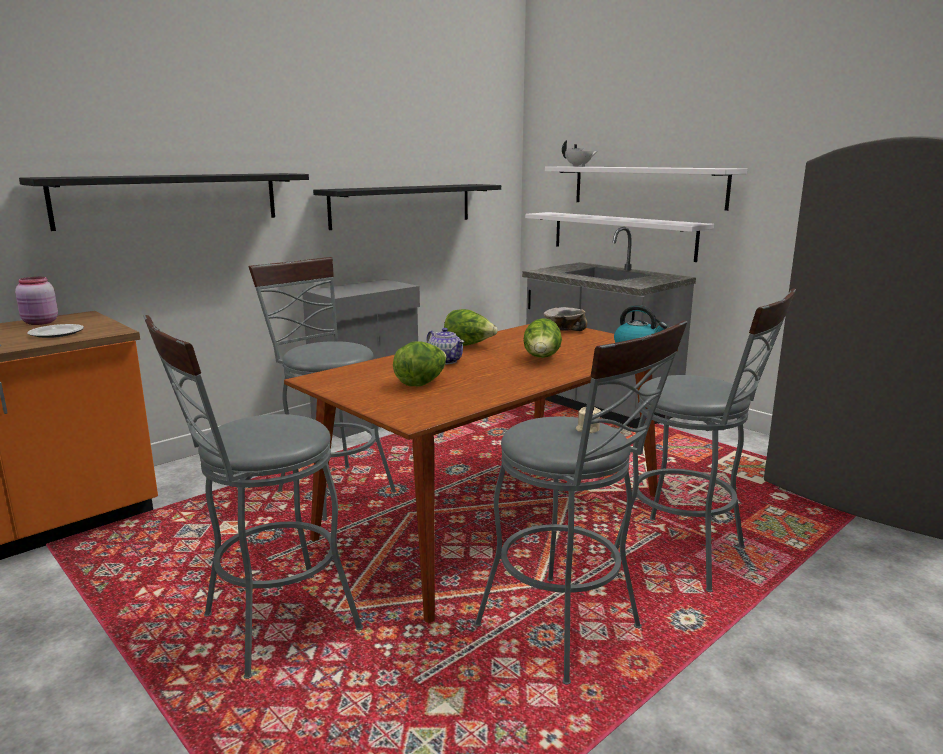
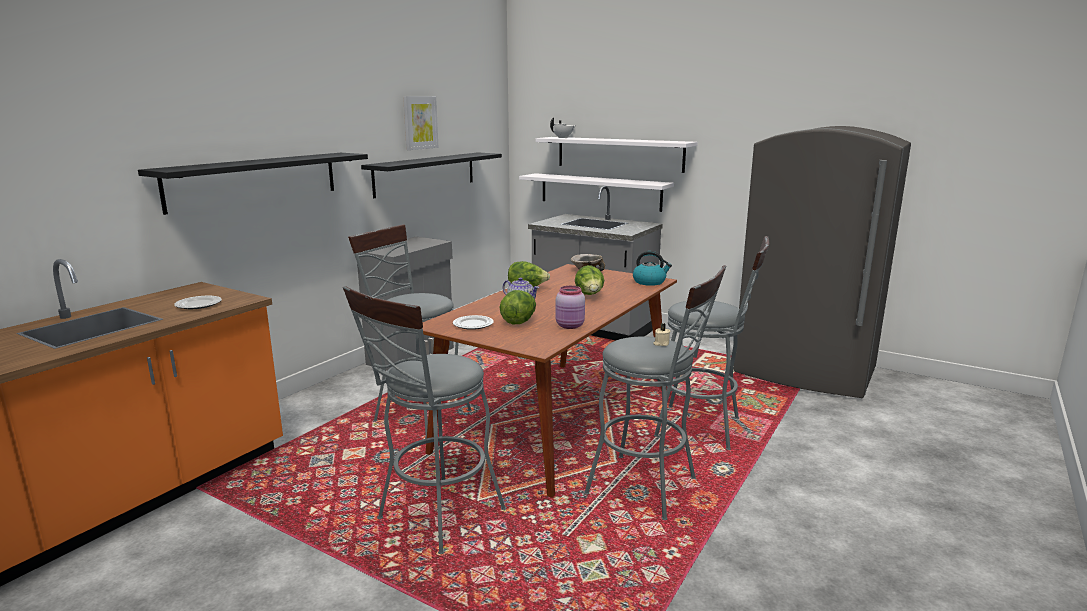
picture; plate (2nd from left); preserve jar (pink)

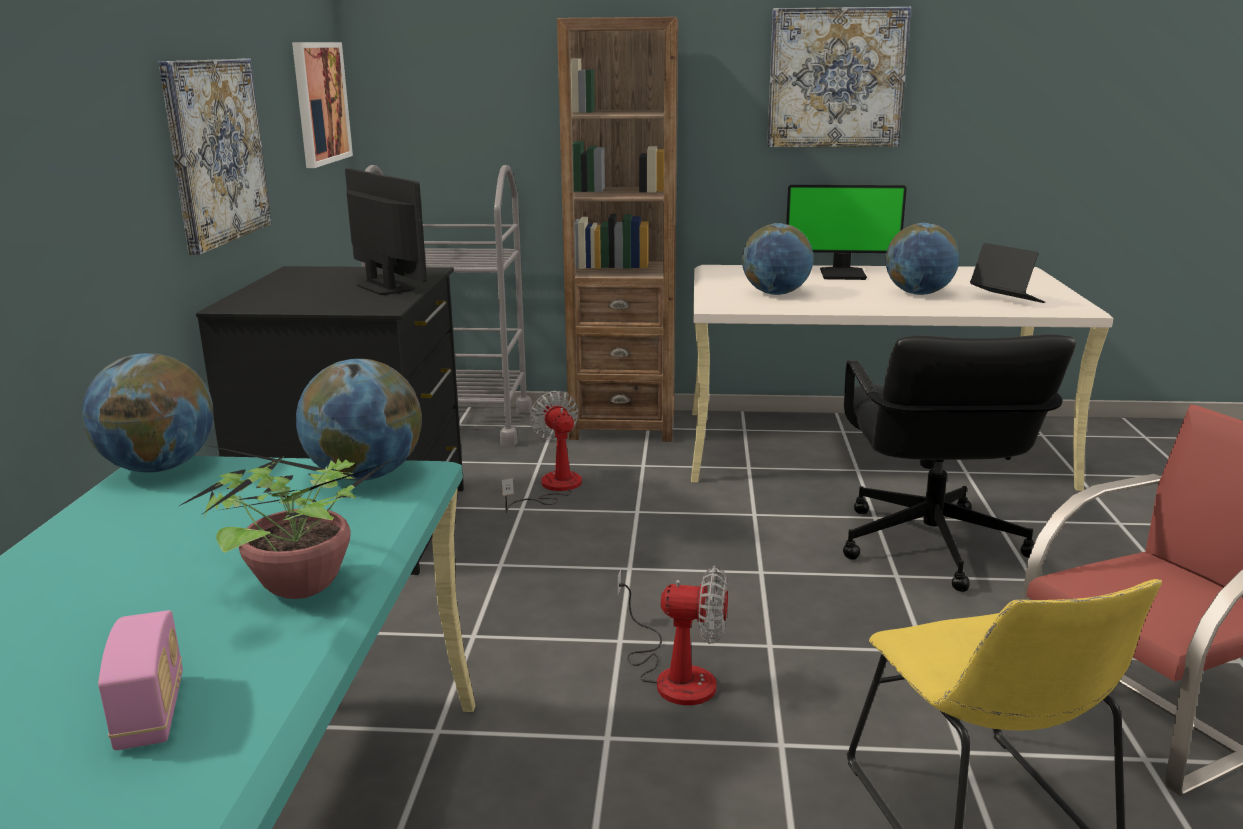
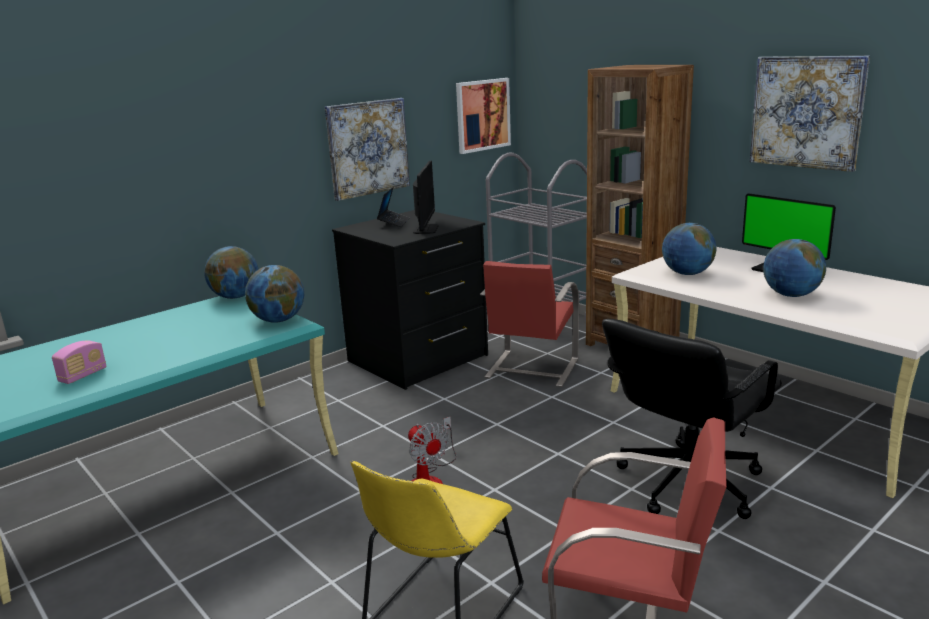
potted plant; portable computer; upright chair (red) (1st from left)

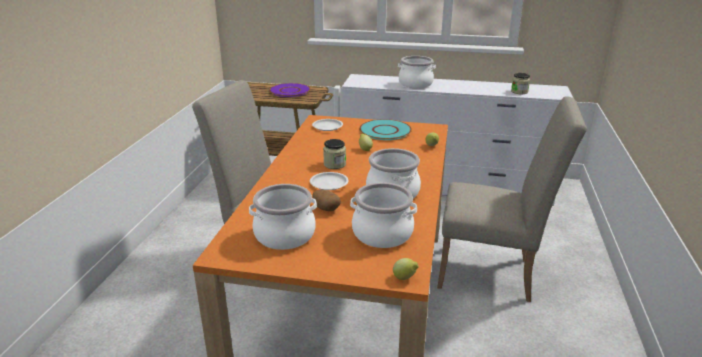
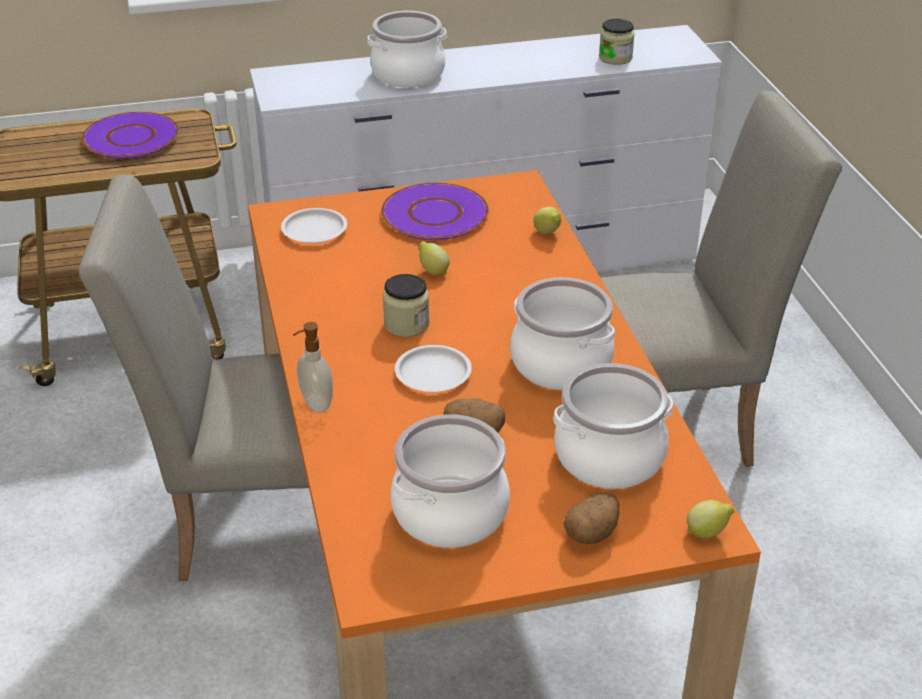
liquid soap bottle; potato (2nd from left); plate (purplish) (2nd from left)

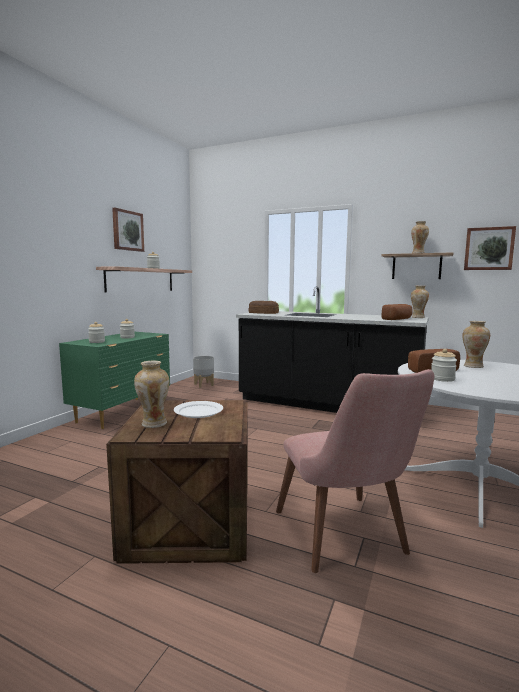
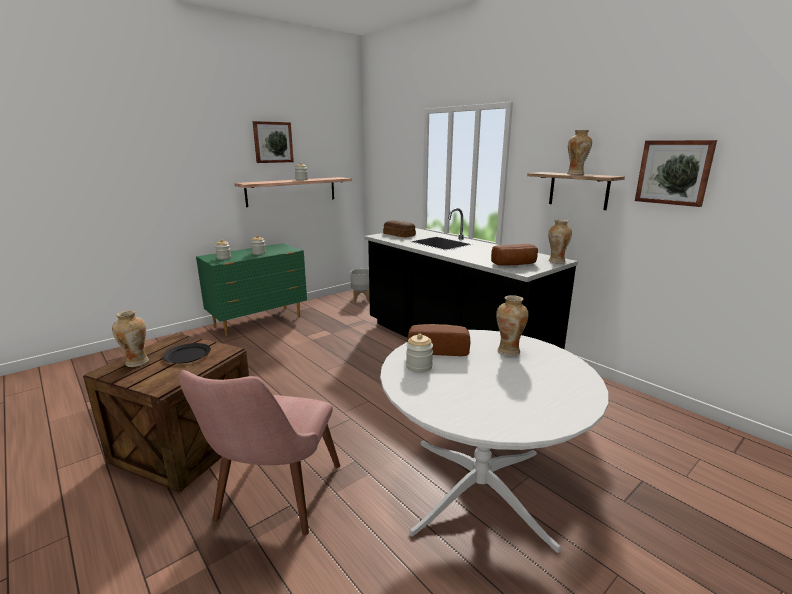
plate (blackish)

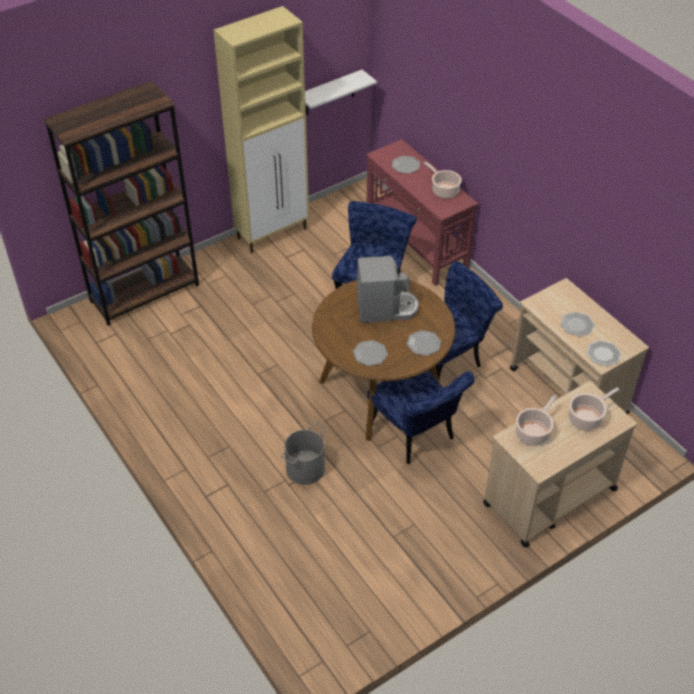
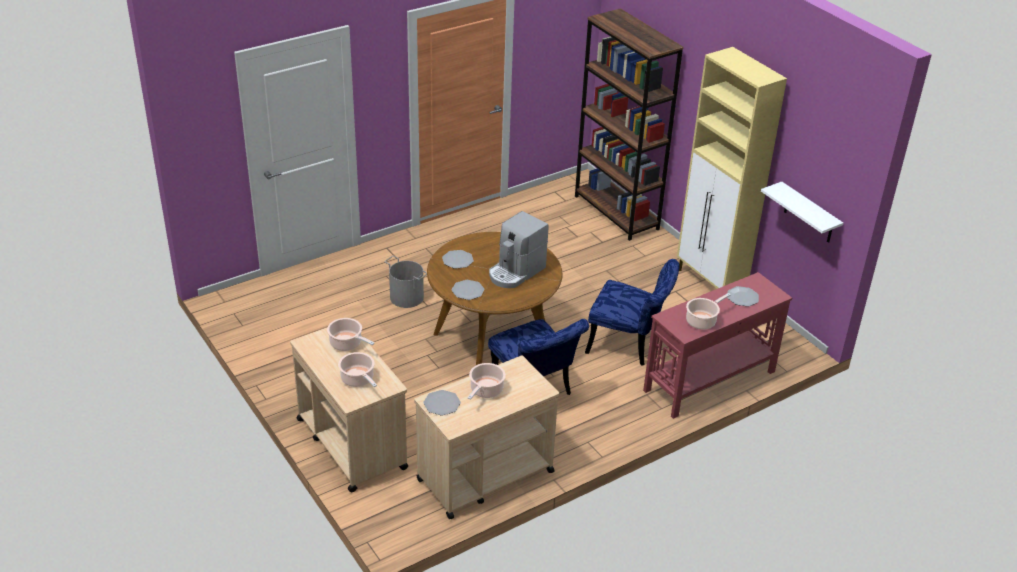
upright chair (blue) (2nd from left in the first image); stockpot (3rd from left); coffee machine

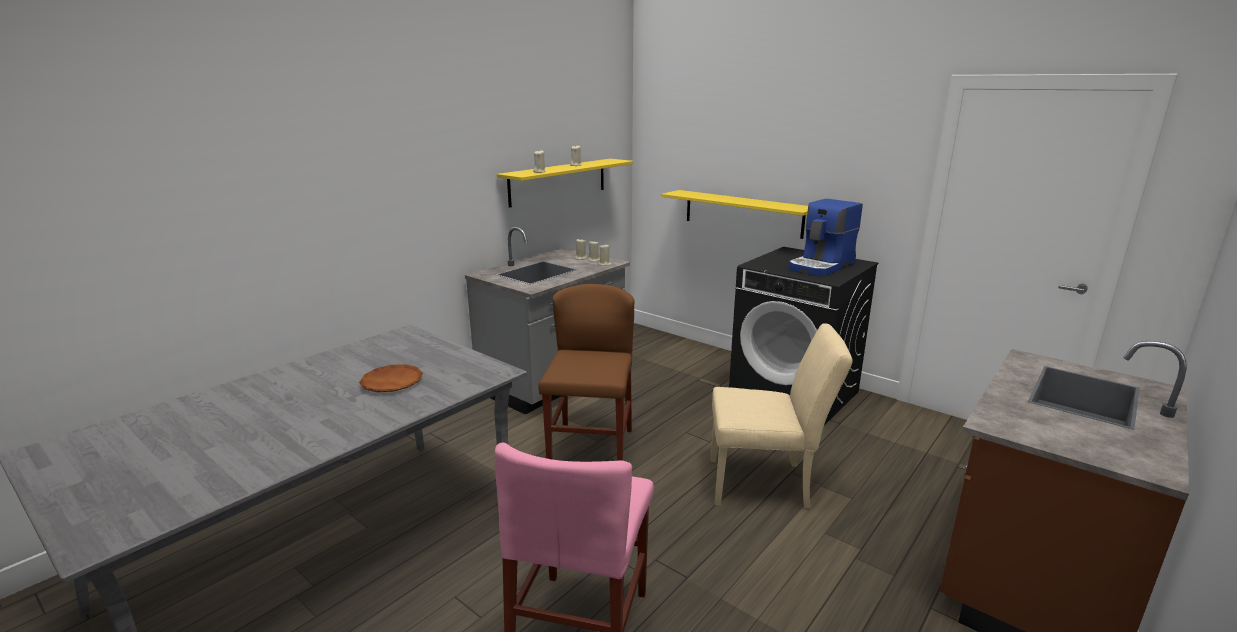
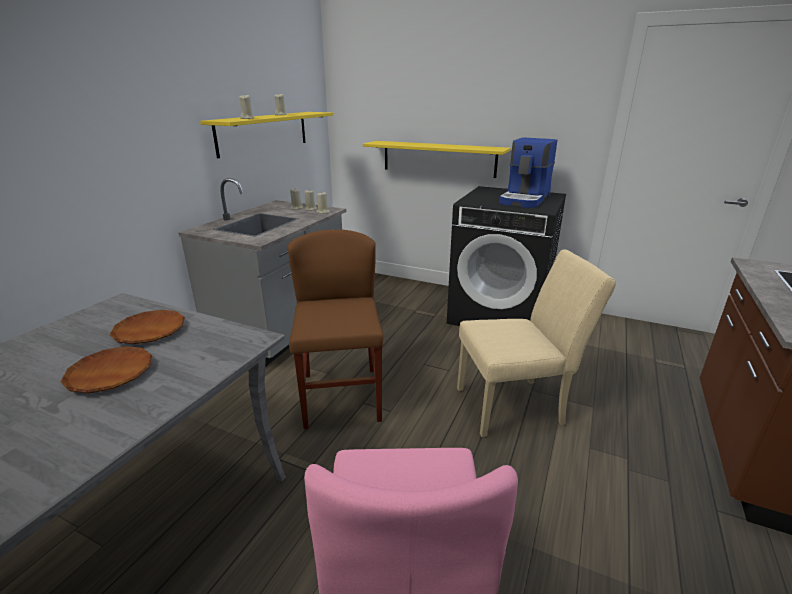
plate (brownish) (2nd from left)

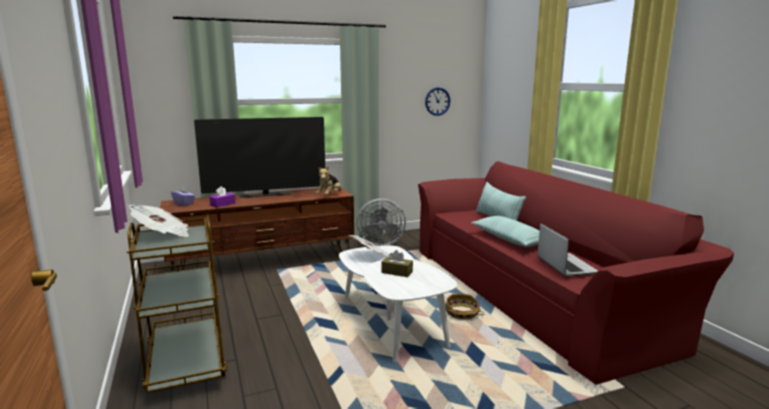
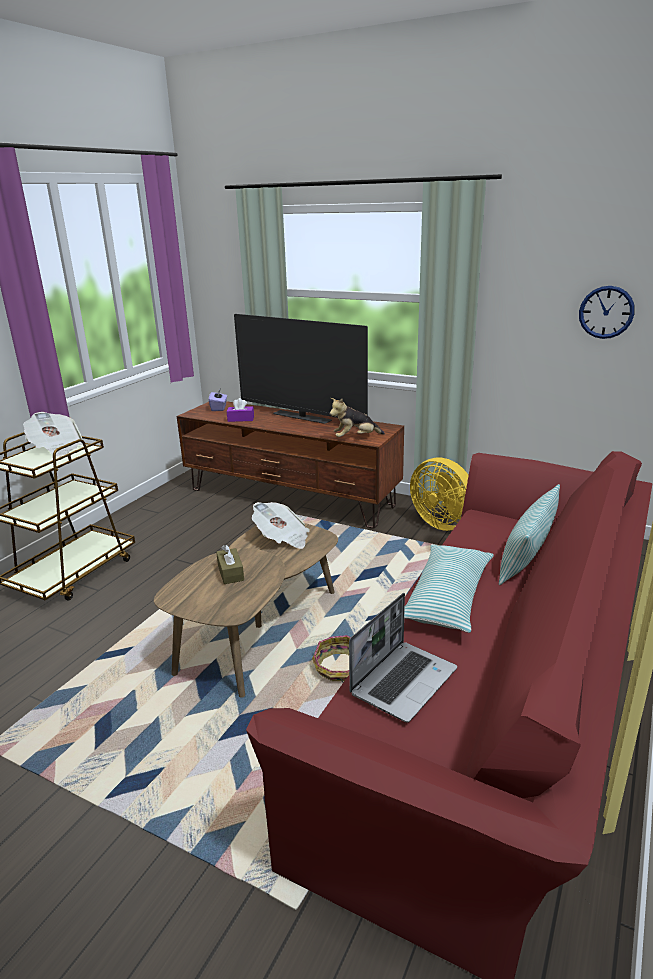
coffee table (brownish); cooling fan (yellowish)

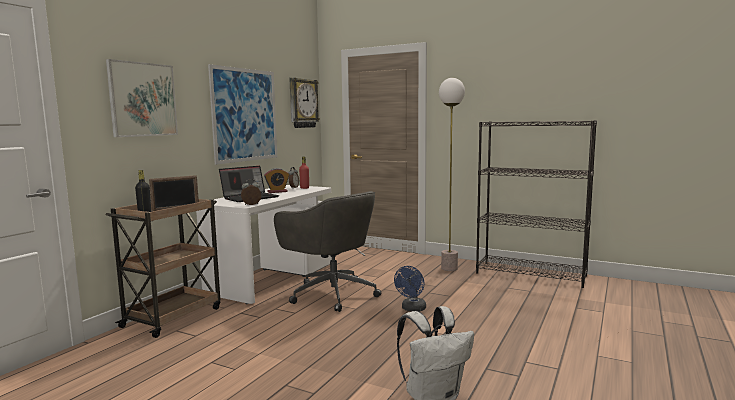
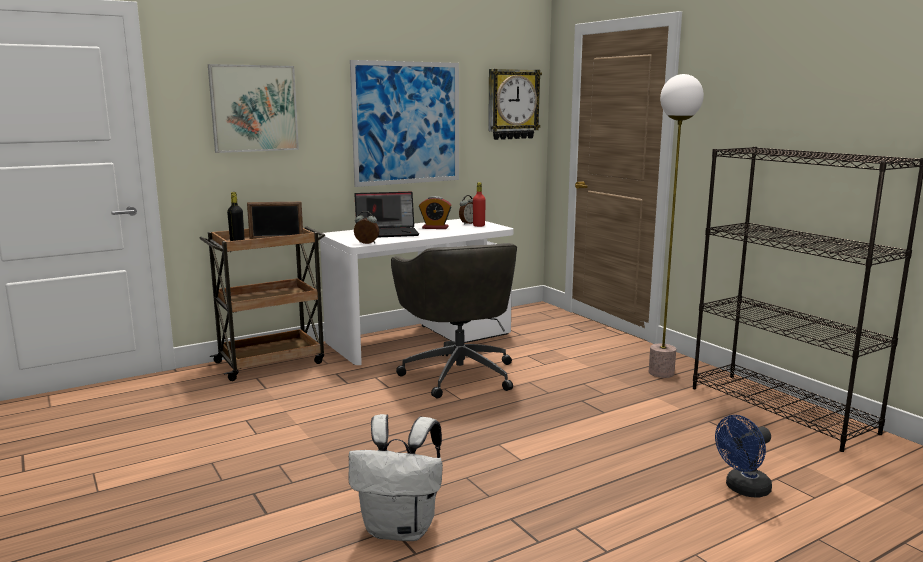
cooling fan (blue)

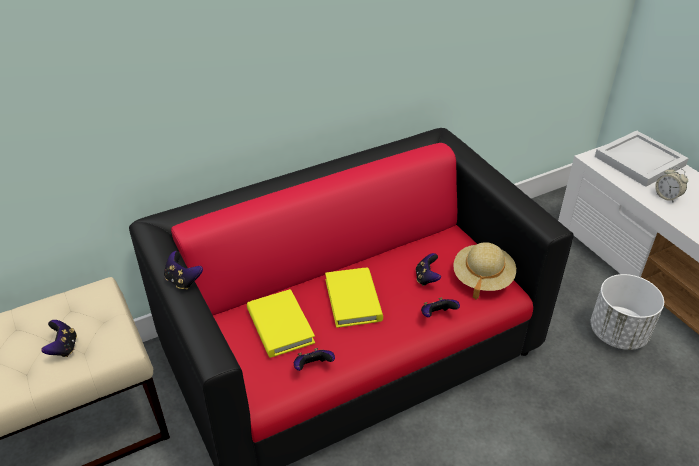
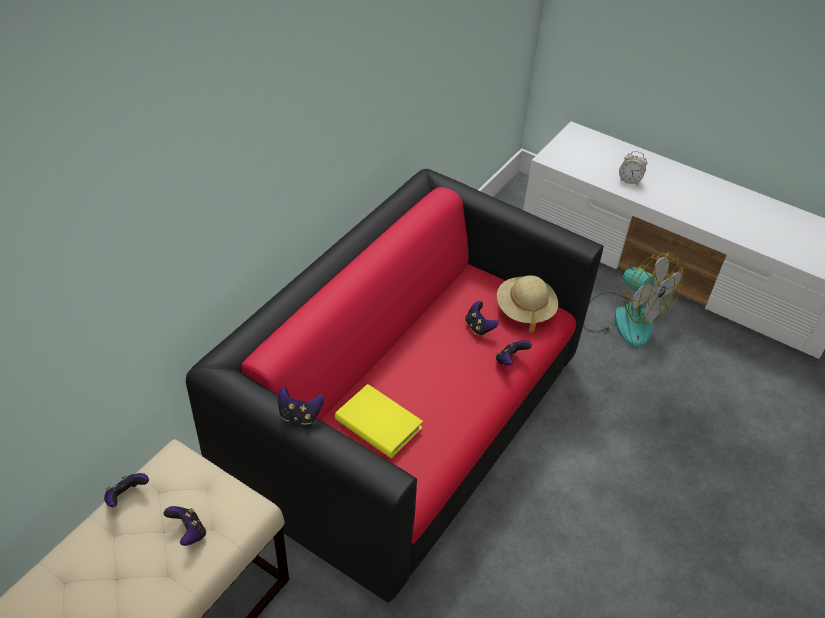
book (yellowish) (2nd from left in the first image); carrying tray (whitish); game controller (1st from left); cooling fan

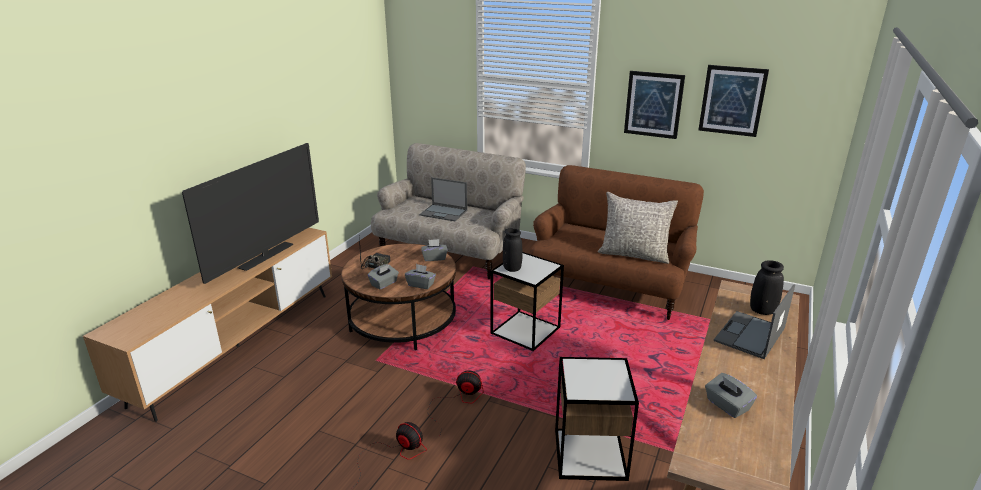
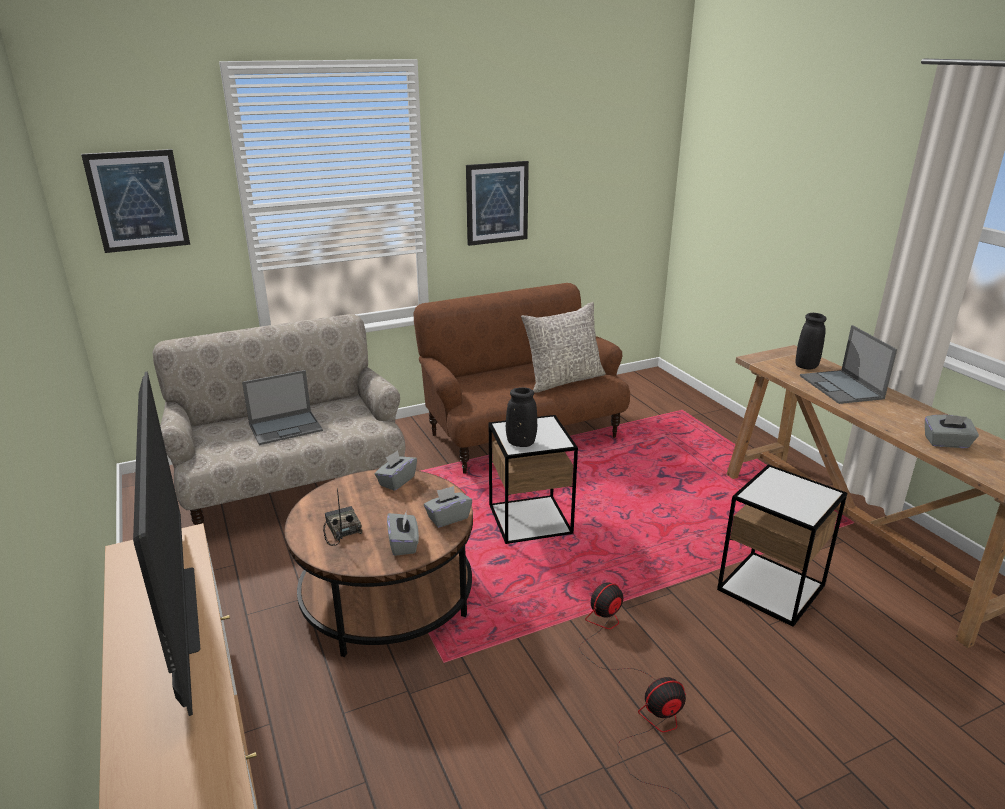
picture (1st from left)

